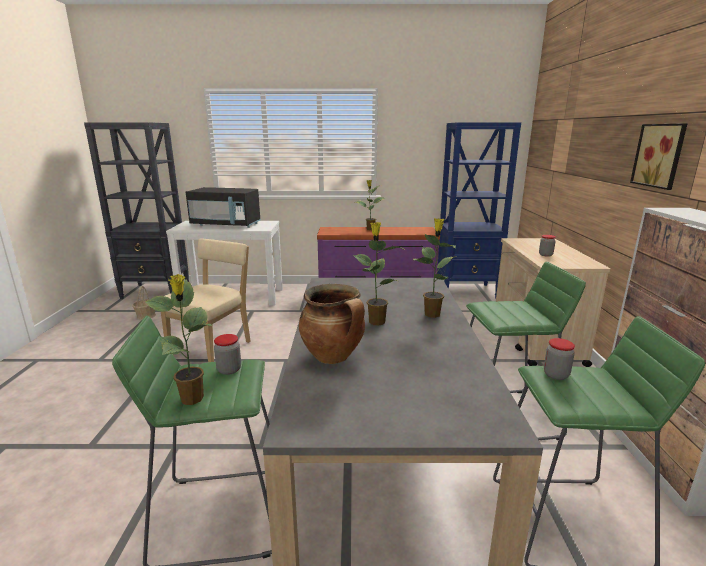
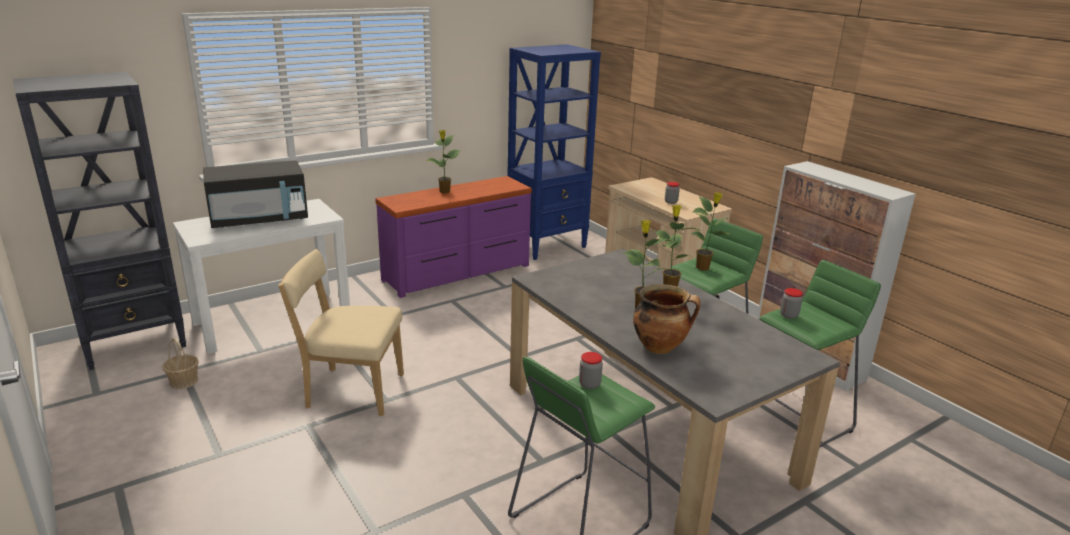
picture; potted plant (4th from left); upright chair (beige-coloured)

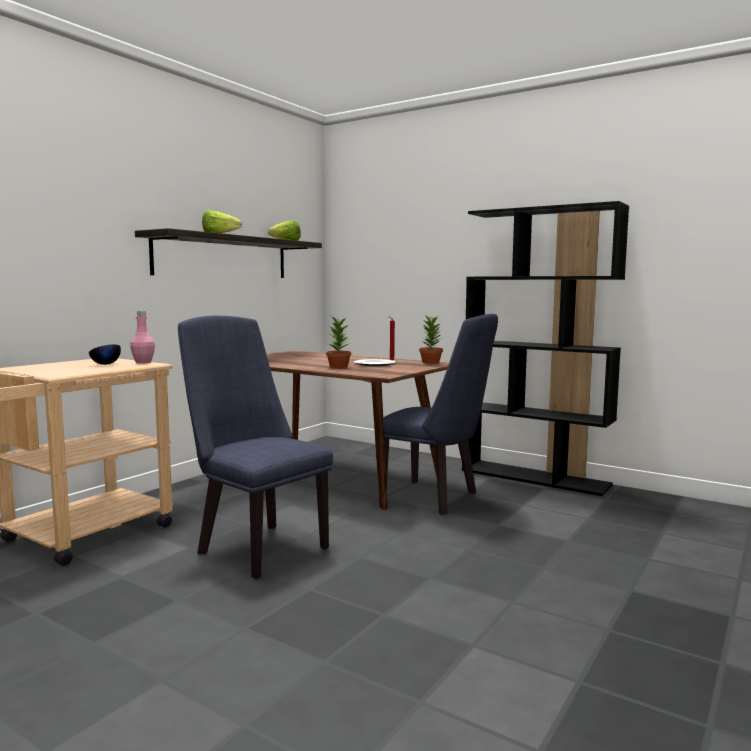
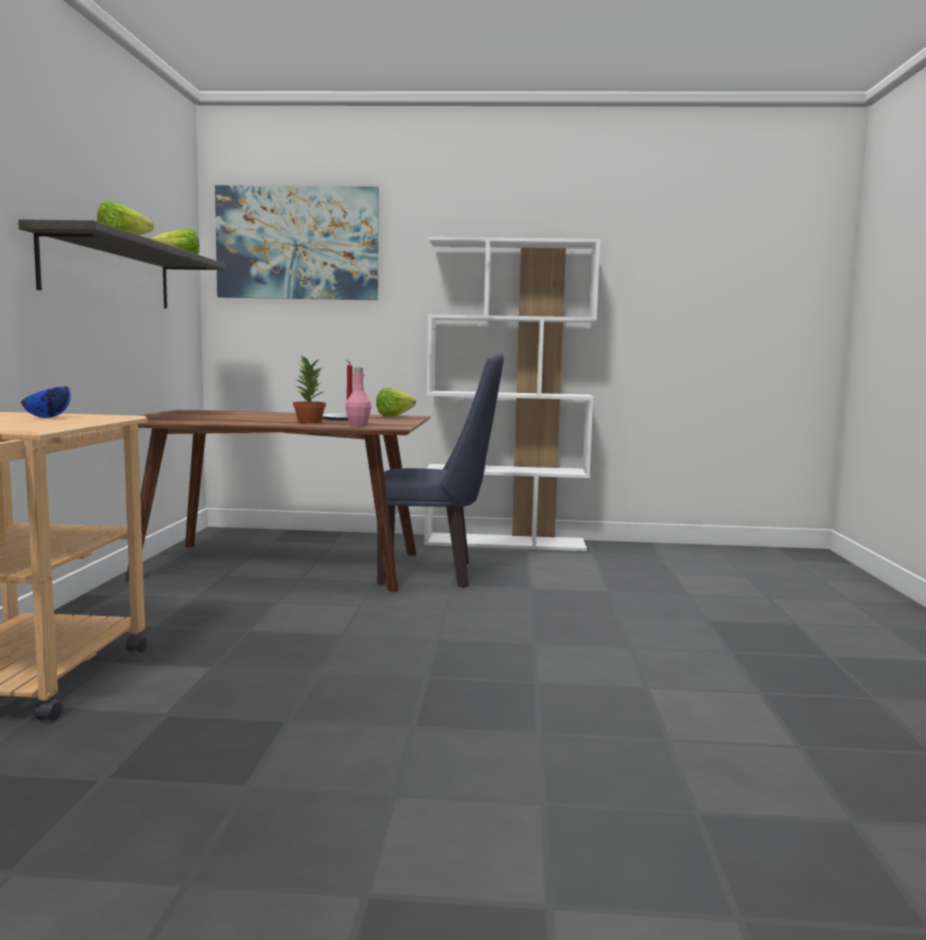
upright chair (blue) (1st from left in the first image); picture; drink bottle (pink); lettuce (3rd from left); bowl (blue); bookcase (whitish)

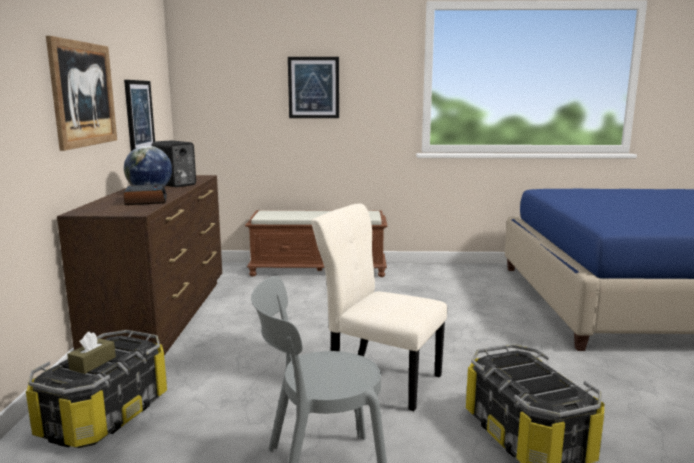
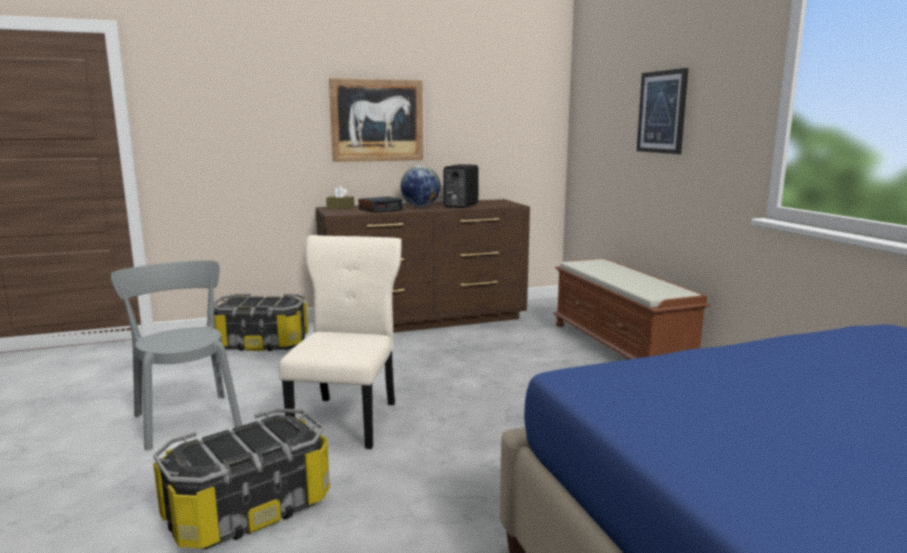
picture (2nd from left in the first image); box of tissues (brownish)

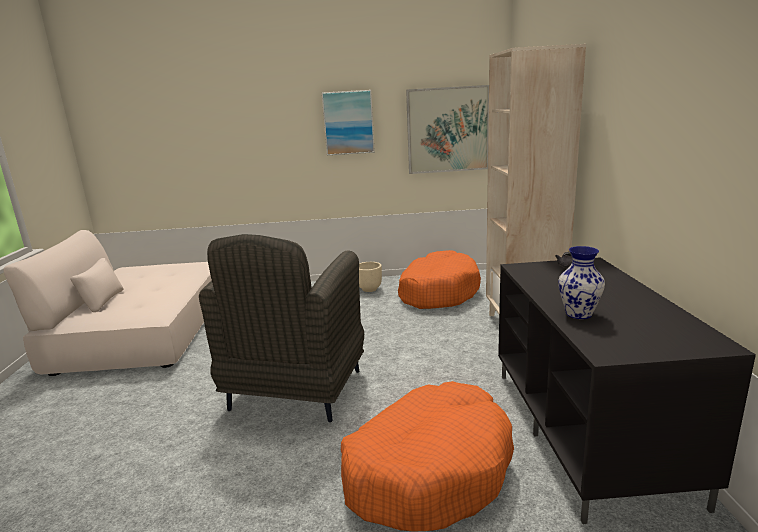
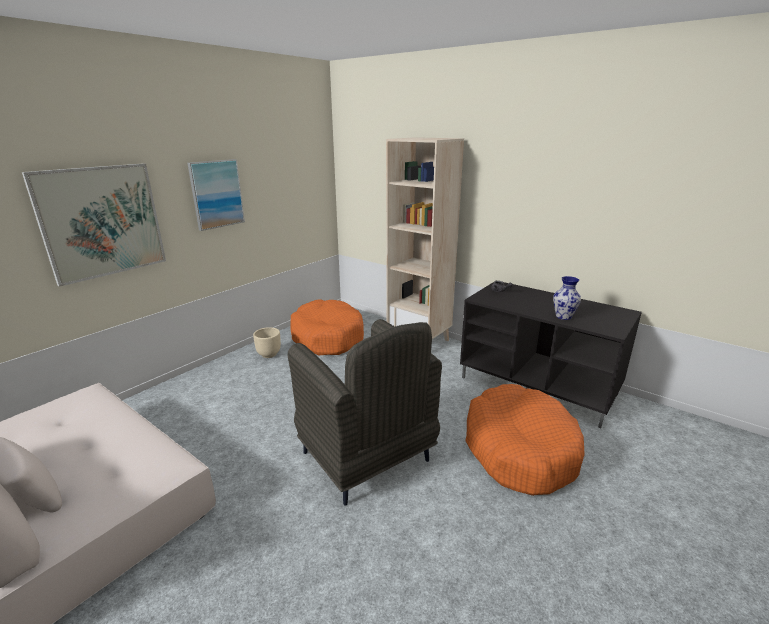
picture (1st from left)

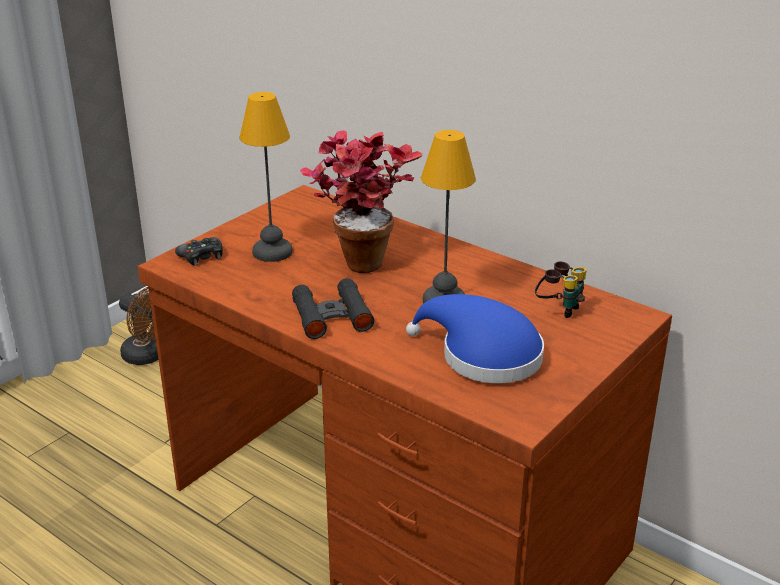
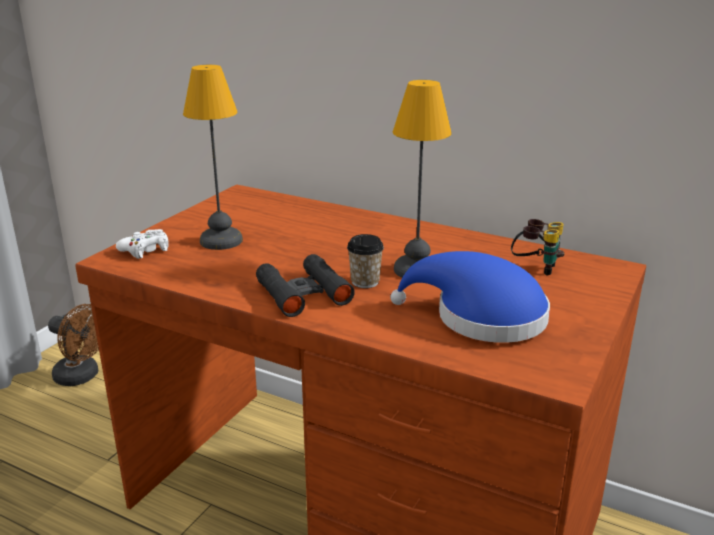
potted plant; small cup; game controller (whitish)

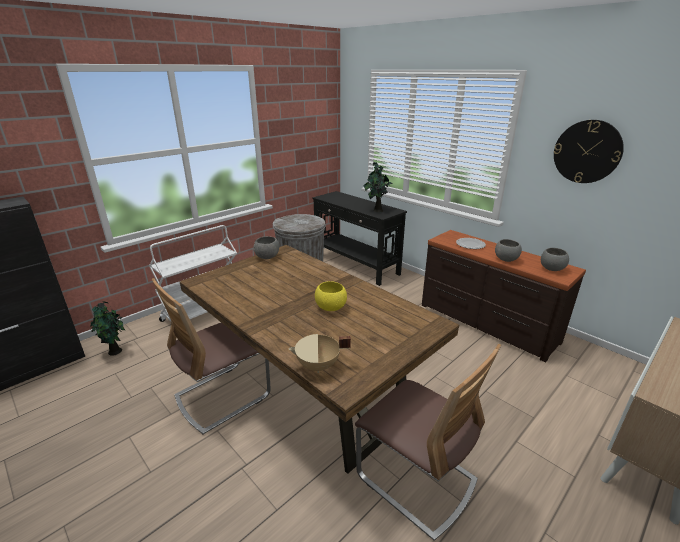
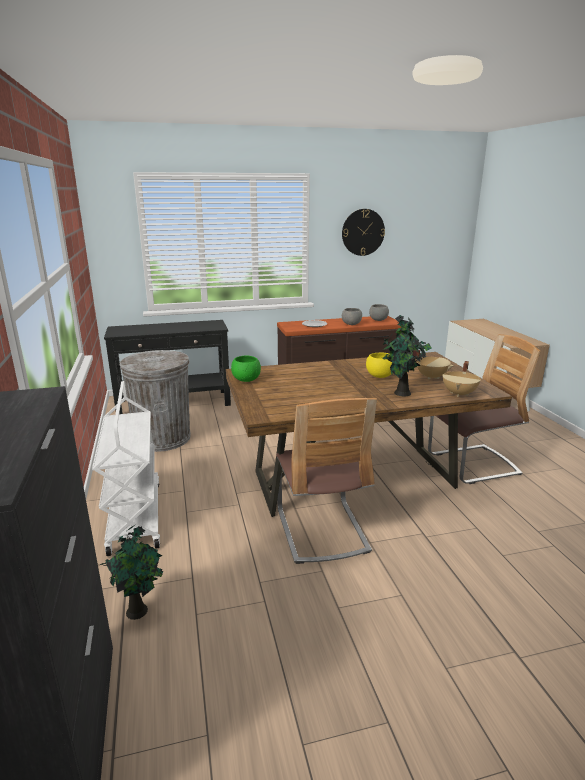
stockpot (beige-coloured) (1st from left); potted plant (2nd from left); bowl (greenish)

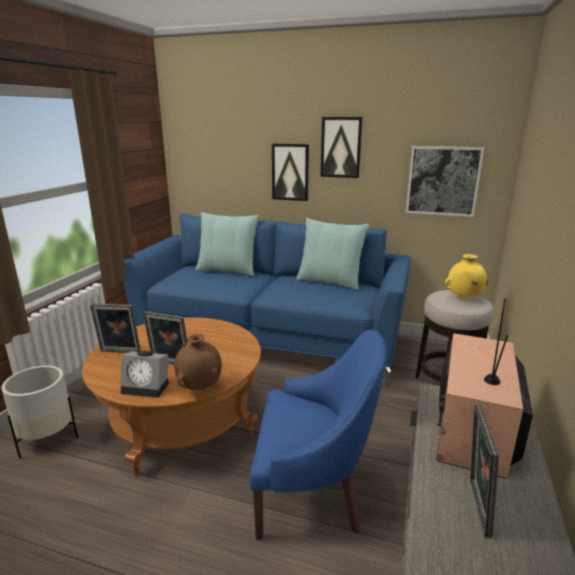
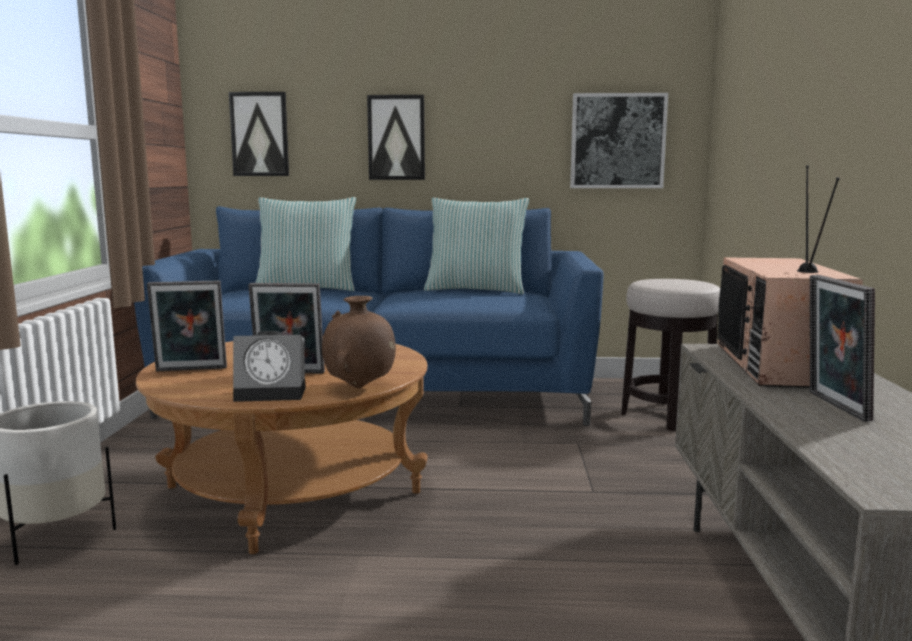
easy chair (blue); flower vase (yellowish); picture (1st from left)

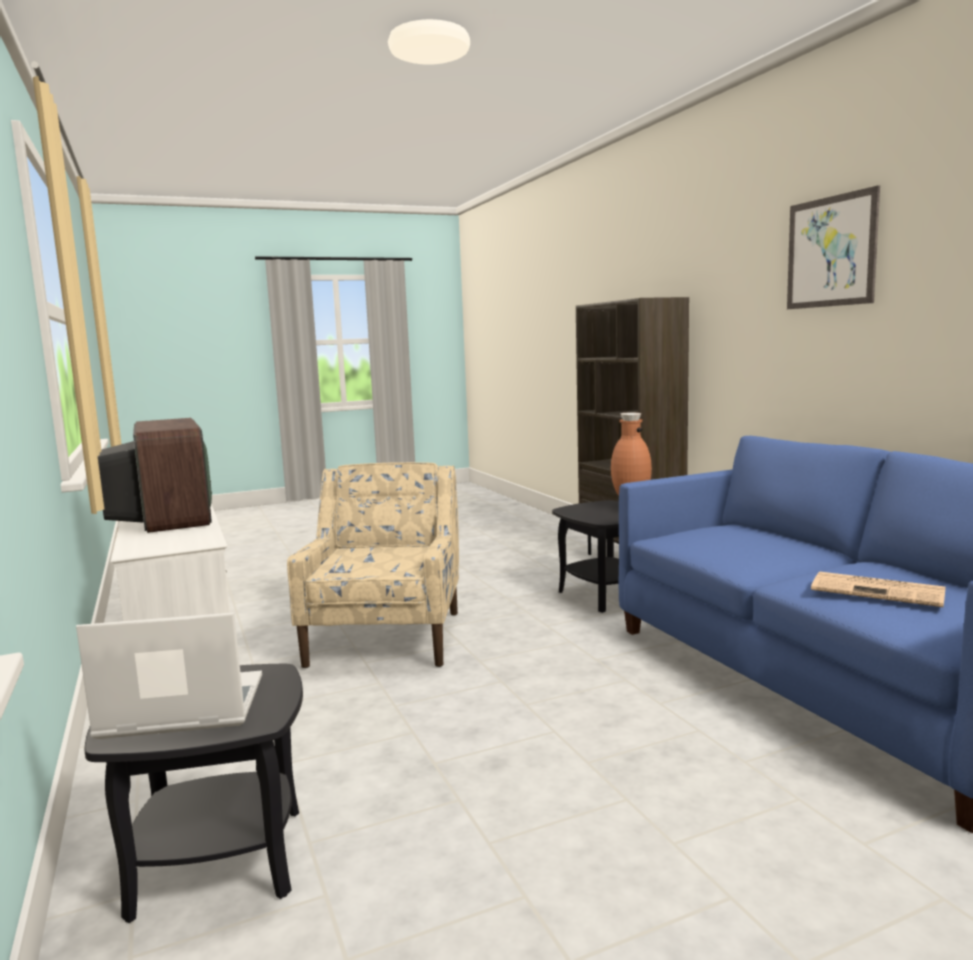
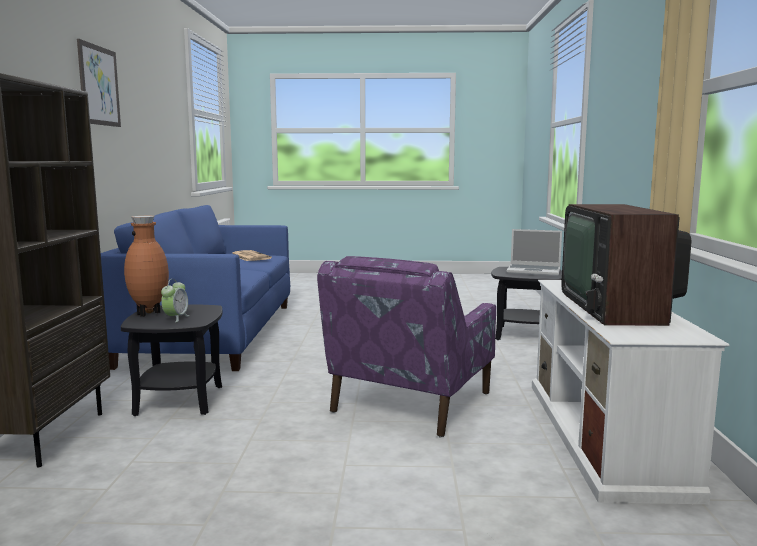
alarm clock; easy chair (purplish)

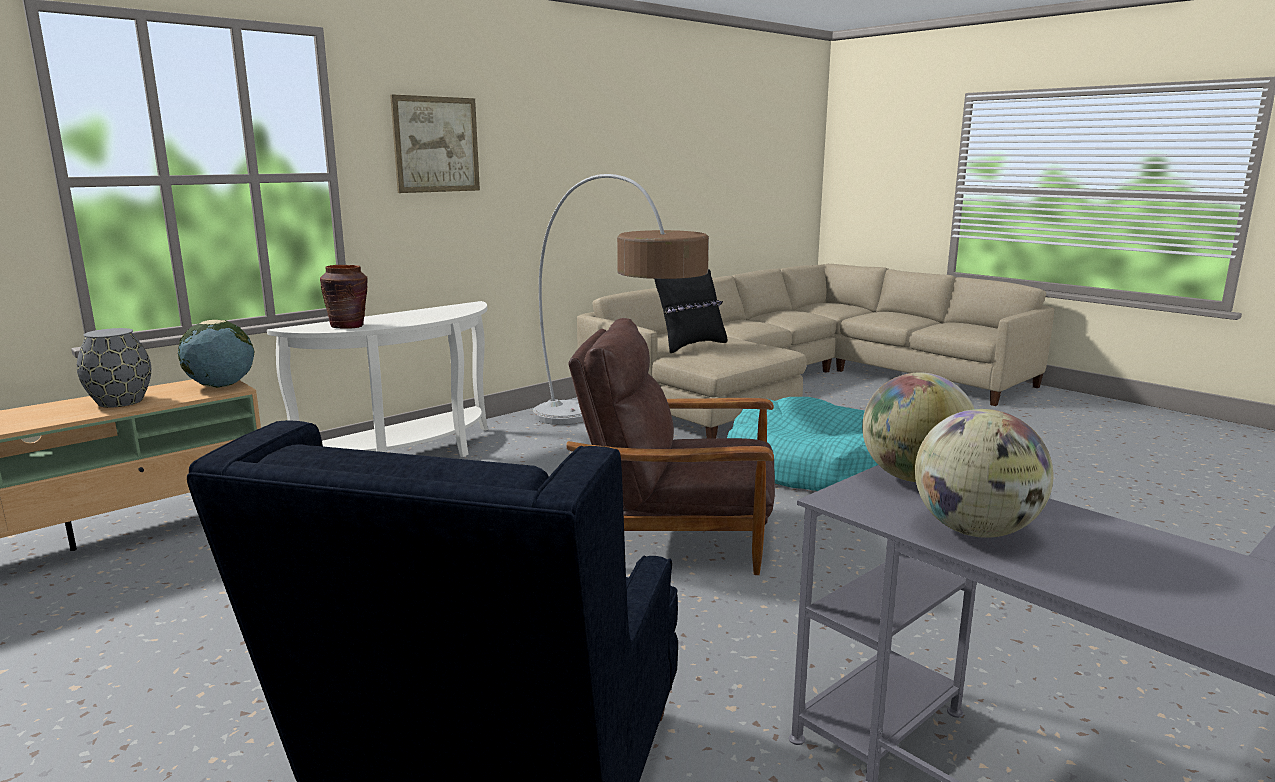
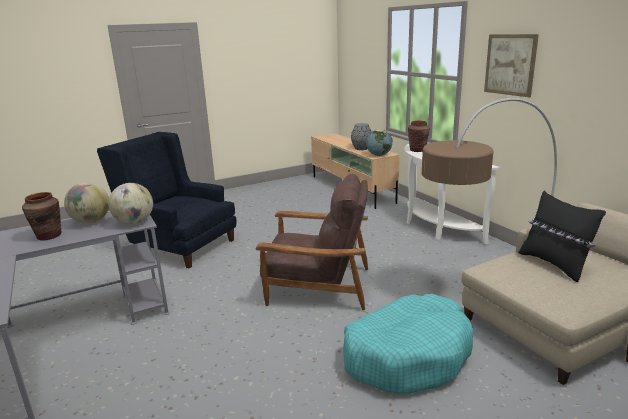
flower vase (brownish) (1st from left); easy chair (brownish)

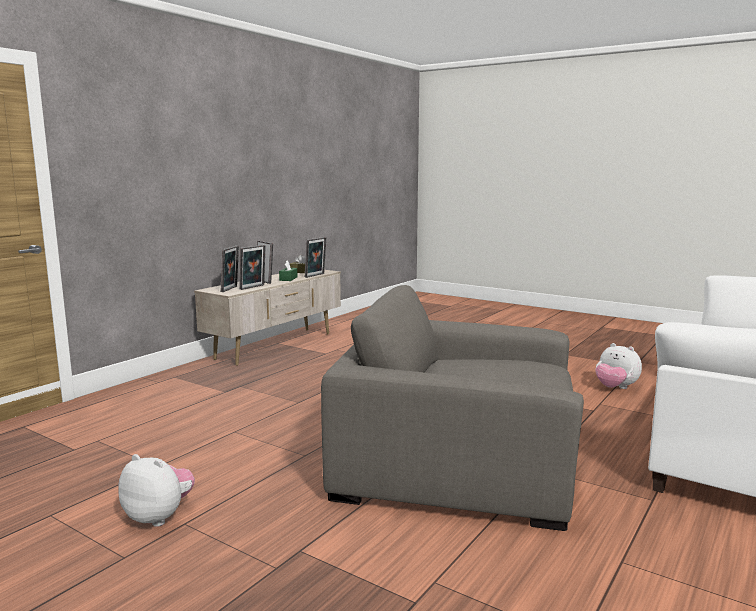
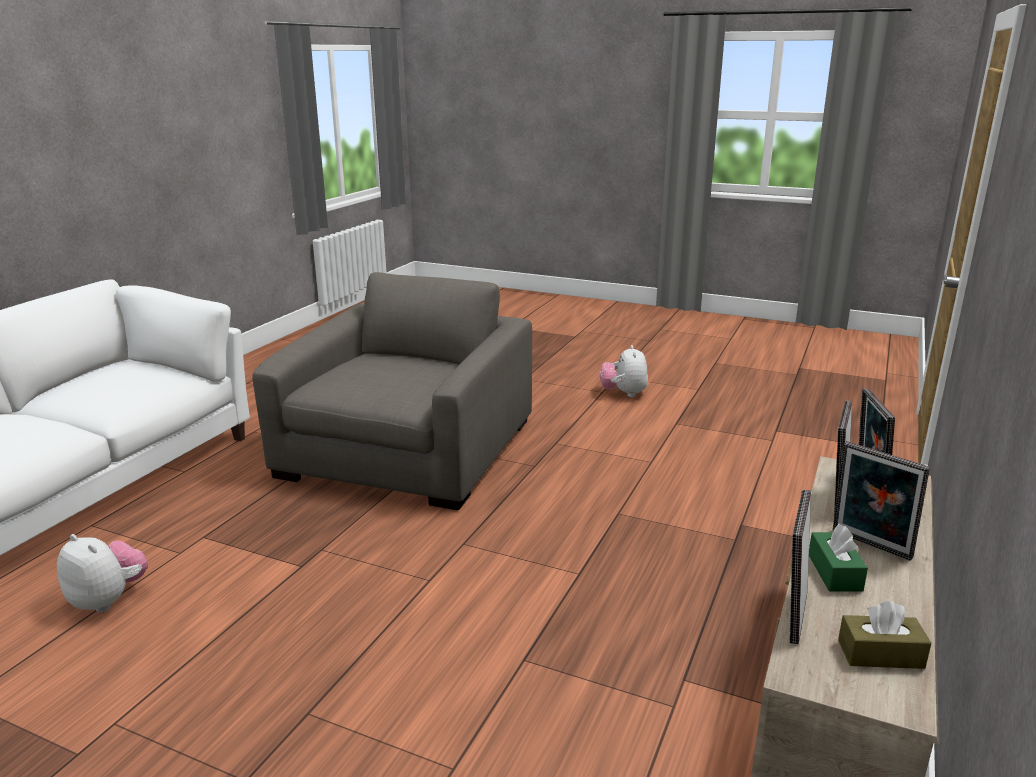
soft toy (2nd from left); easy chair (greyish)

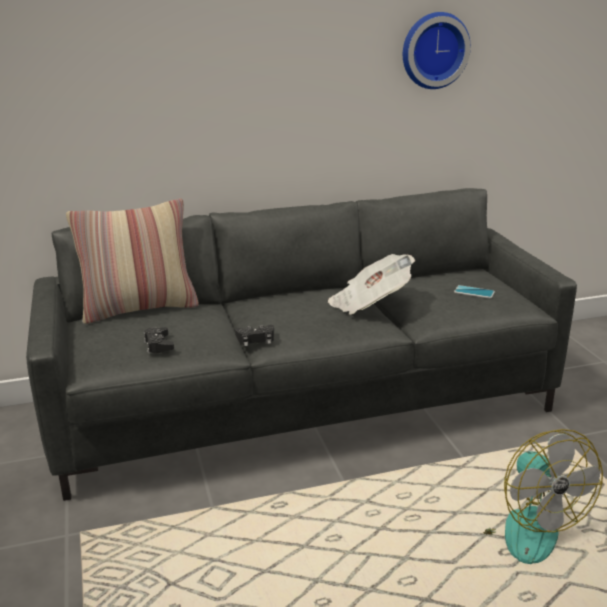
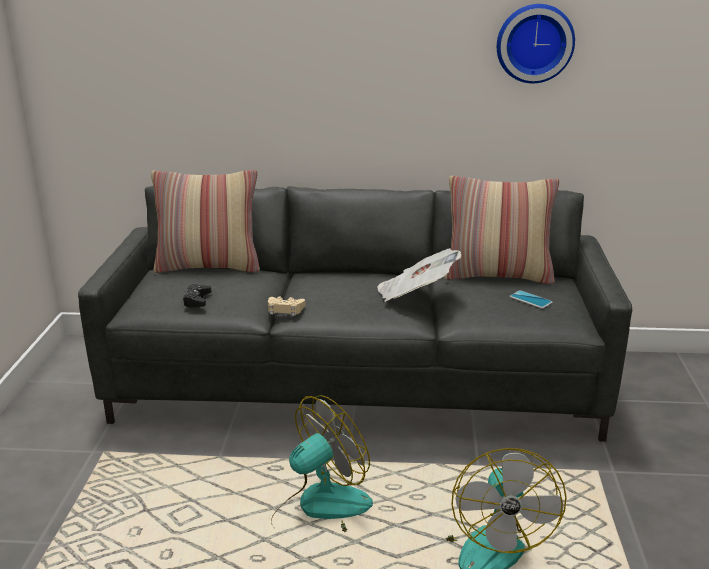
cooling fan (1st from left); cushion (2nd from left); game controller (beige-coloured)

